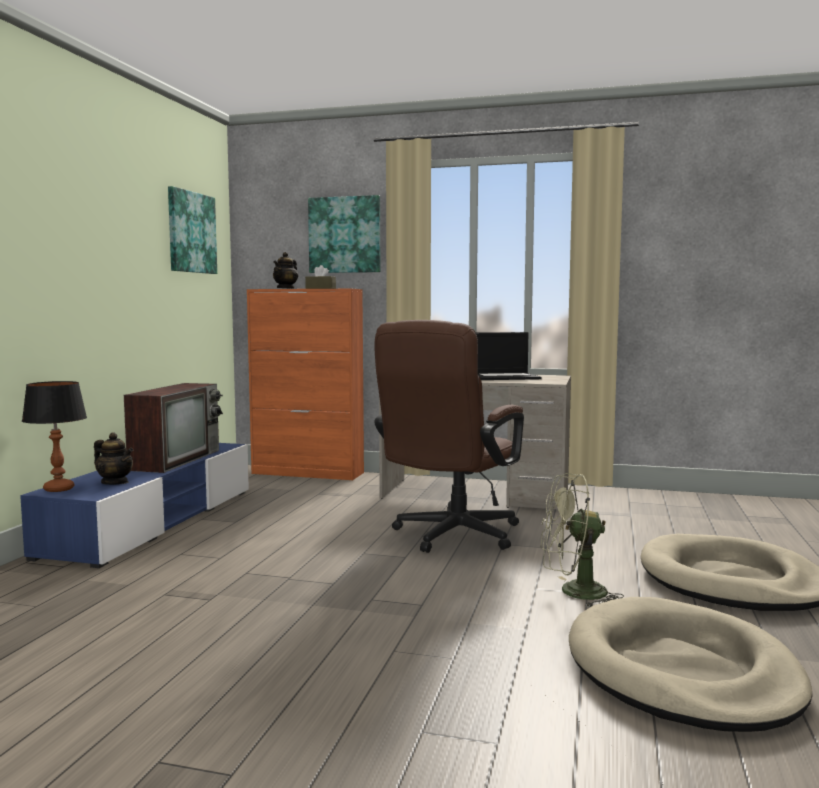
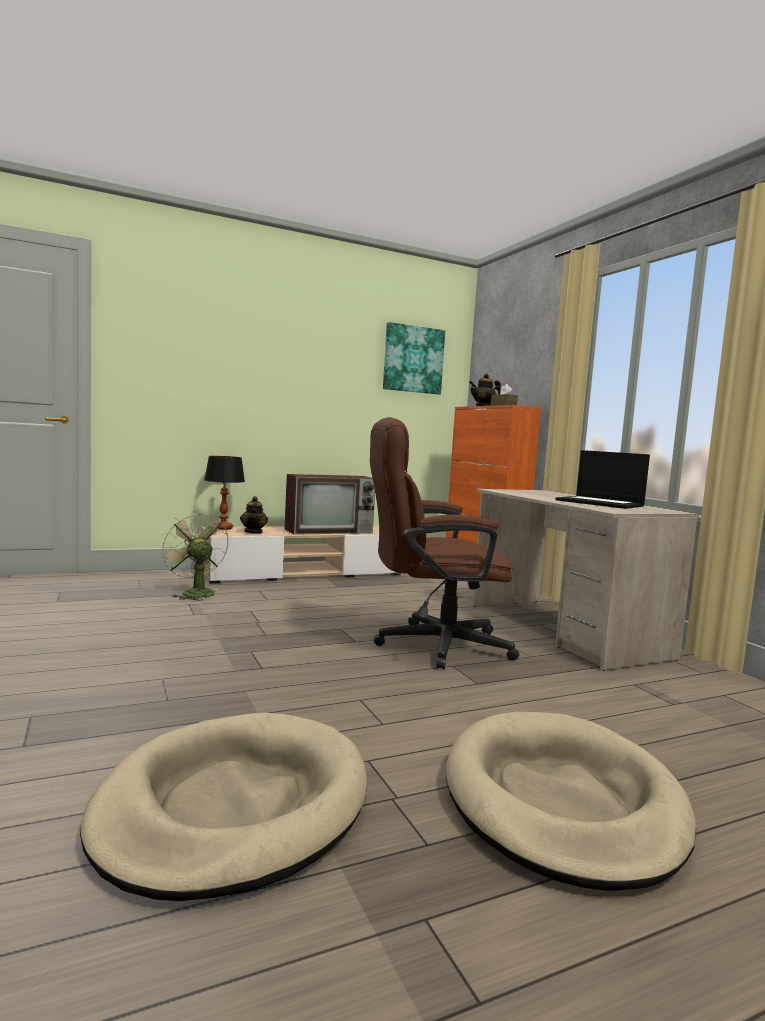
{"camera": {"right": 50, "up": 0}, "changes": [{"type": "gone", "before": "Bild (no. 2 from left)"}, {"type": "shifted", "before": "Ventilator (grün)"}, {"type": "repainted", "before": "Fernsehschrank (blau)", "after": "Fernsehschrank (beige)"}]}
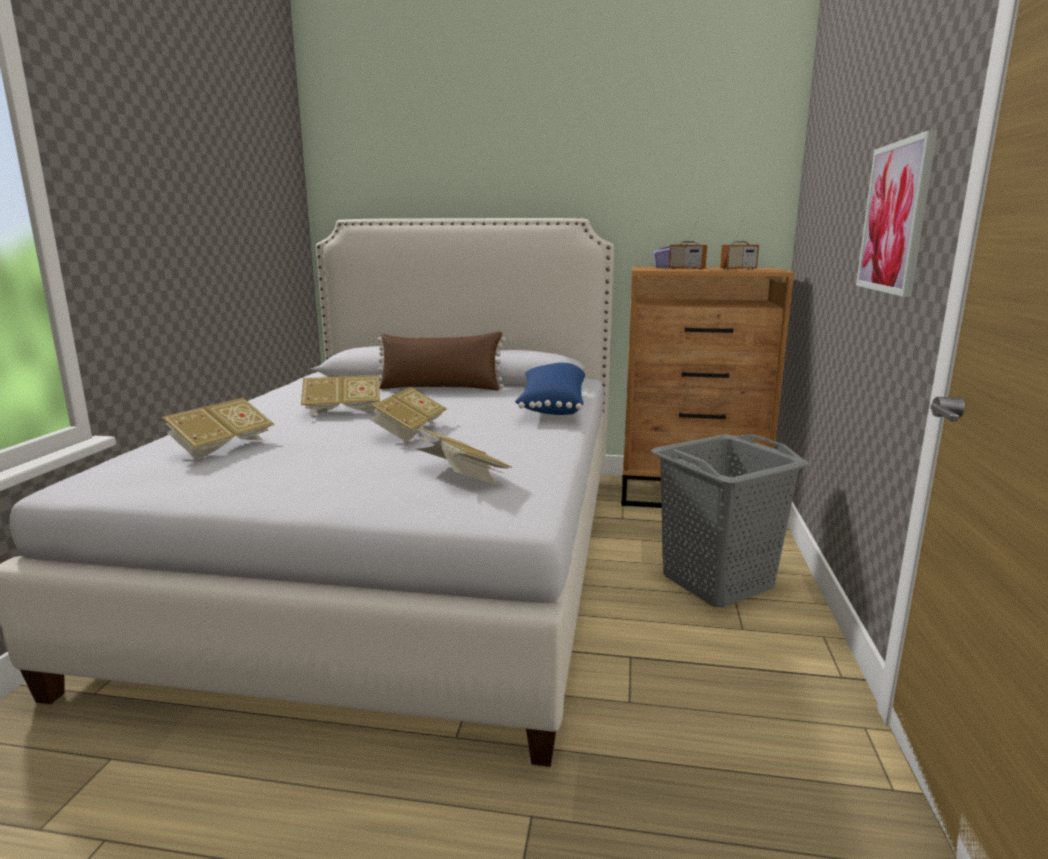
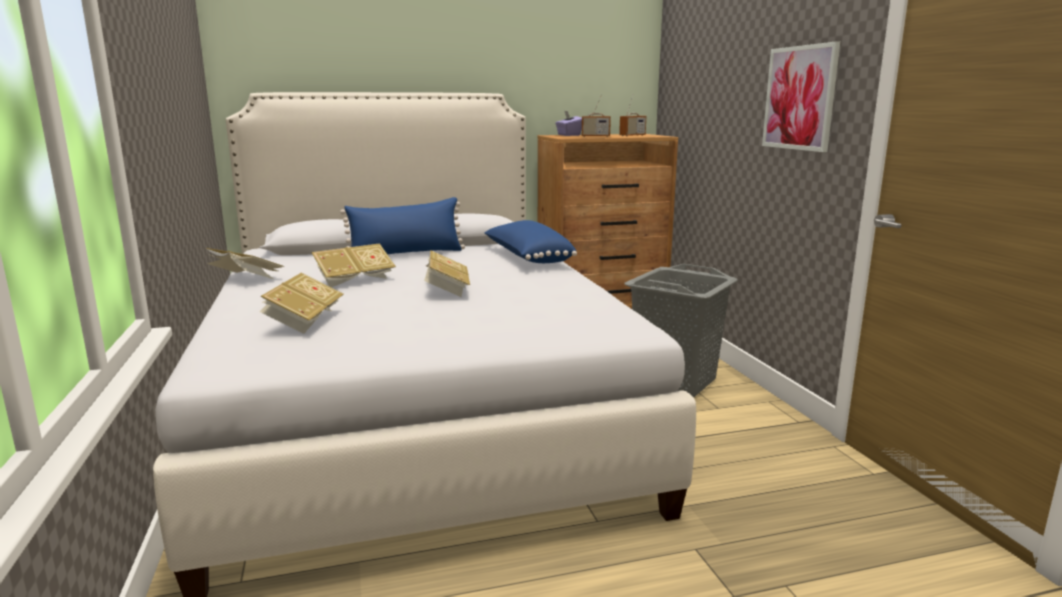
{"camera": {"right": -25, "up": 0}, "changes": [{"type": "shifted", "before": "Buch (no. 4 from left in the first image)", "after": "Buch (no. 1 from left)"}, {"type": "repainted", "before": "Kissen (braun)", "after": "Kissen (blau) (no. 1 from left)"}]}
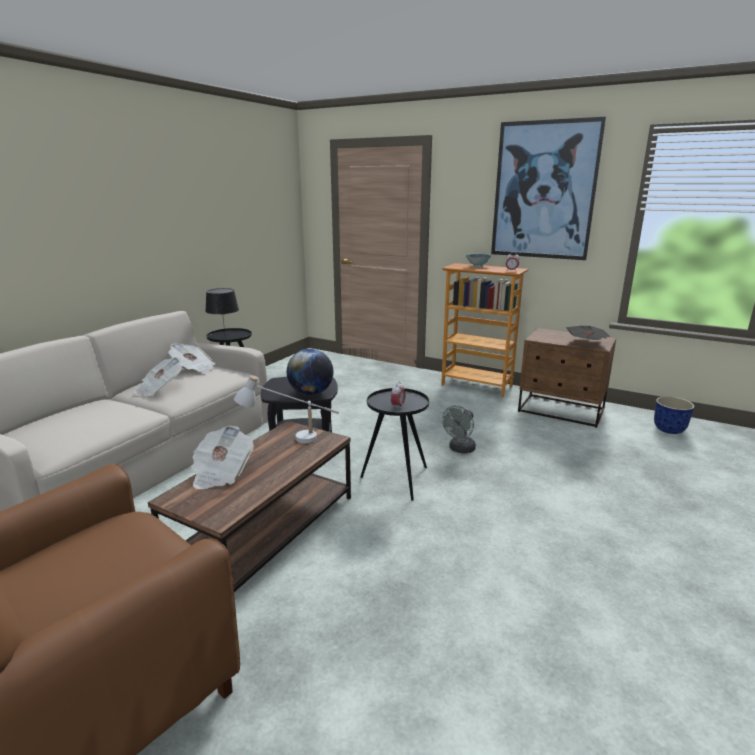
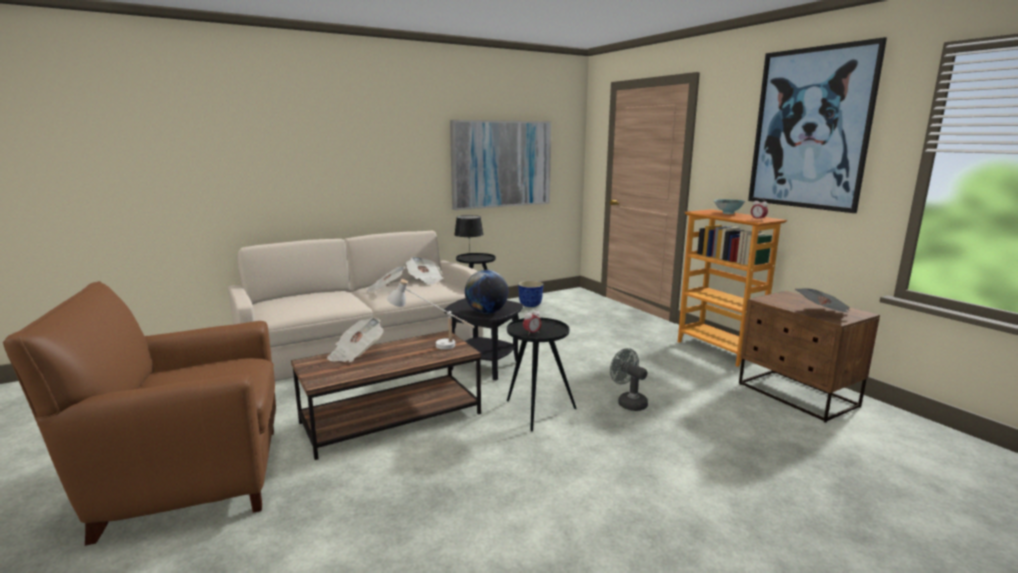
{"camera": {"right": 30, "up": -5}, "changes": [{"type": "new", "after": "Bild (no. 1 from left)"}, {"type": "shifted", "before": "Pflanzkübel"}, {"type": "rotated", "before": "Ventilator (grau)", "turn": 75}]}
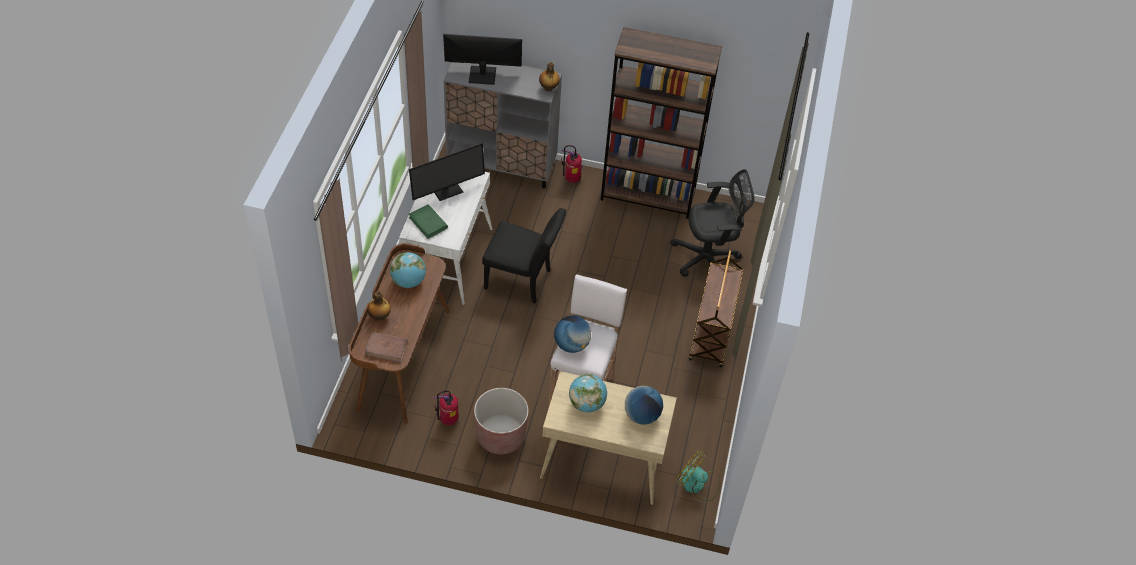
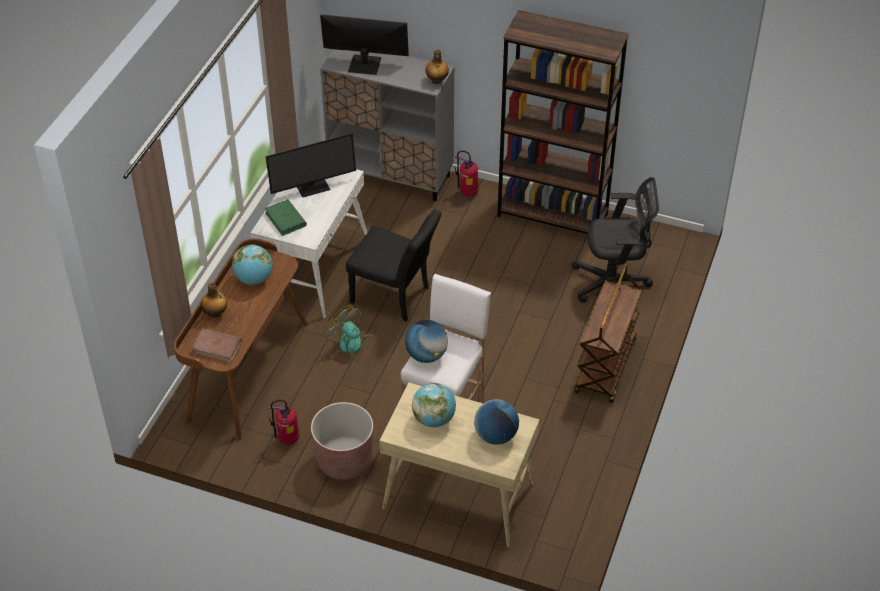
{"camera": {"right": 10, "up": -5}, "changes": [{"type": "shifted", "before": "Ventilator"}]}
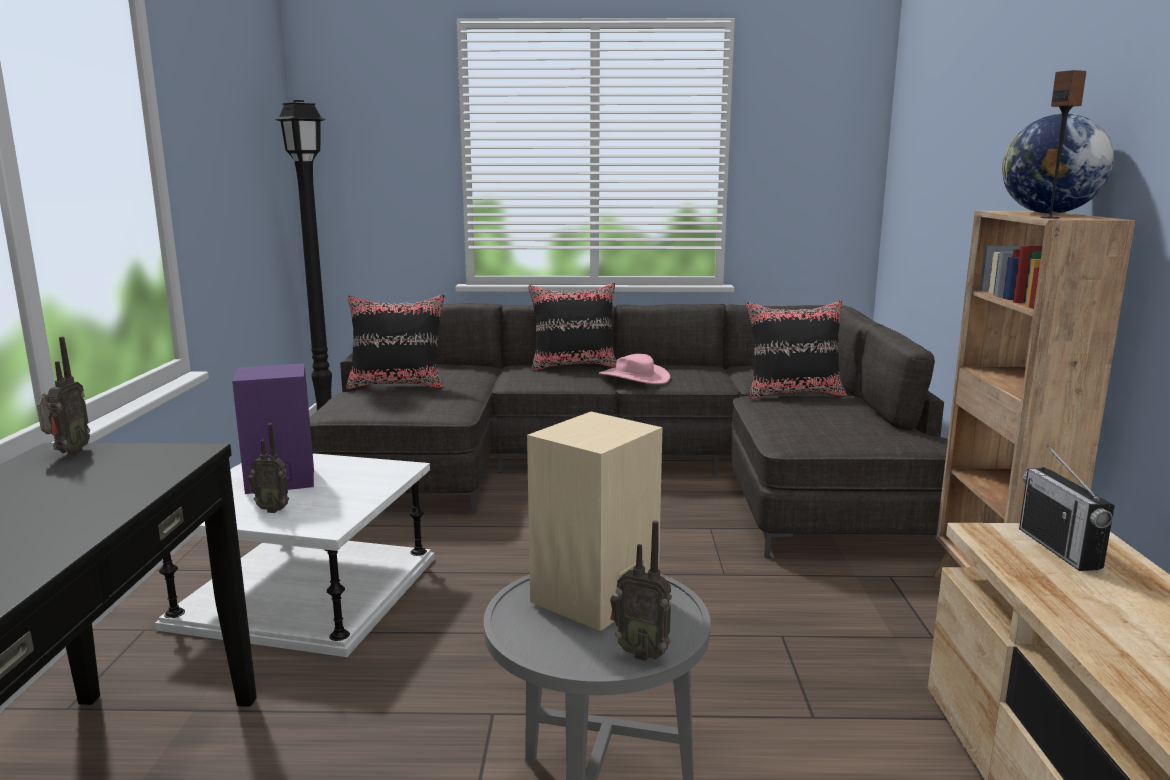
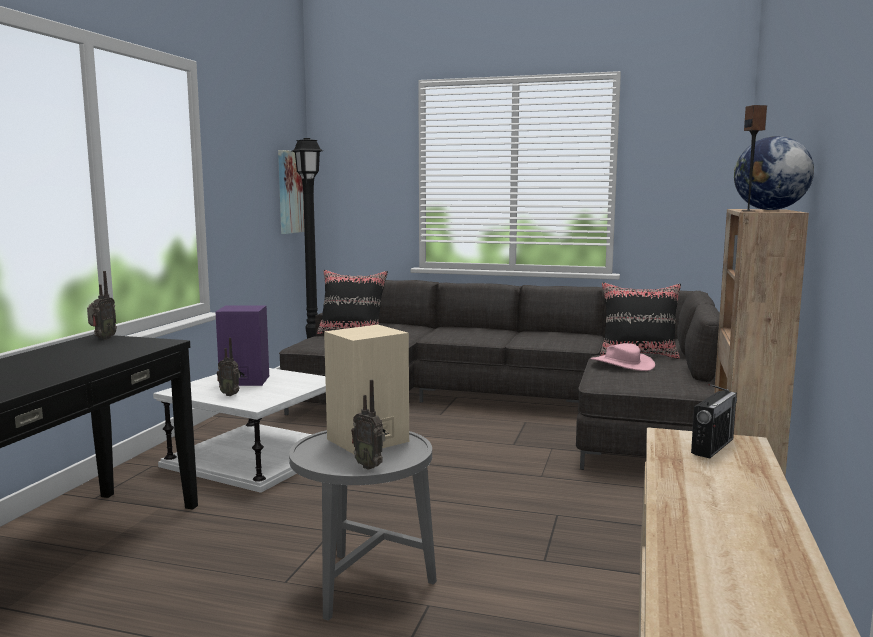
{"camera": {"right": 15, "up": -5}, "changes": [{"type": "gone", "before": "Kissen (schwarz) (no. 2 from left)"}, {"type": "new", "after": "Bild"}, {"type": "shifted", "before": "Hut (rosa)"}, {"type": "rotated", "before": "Radio (no. 4 from left)", "turn": -150}]}
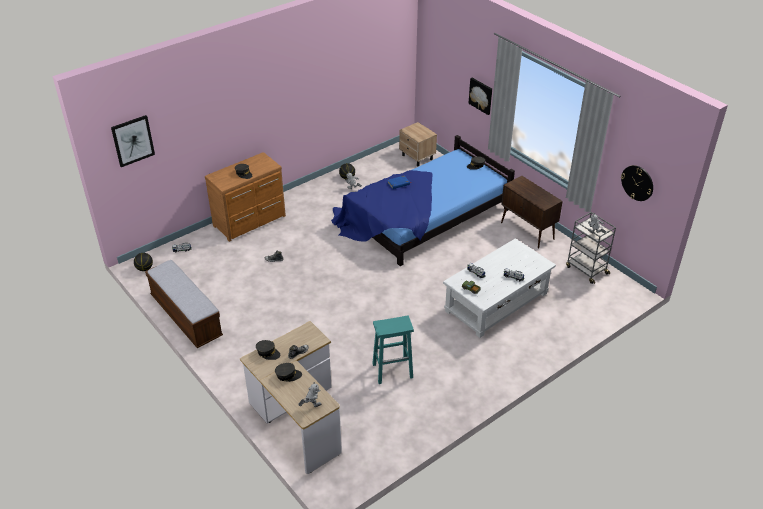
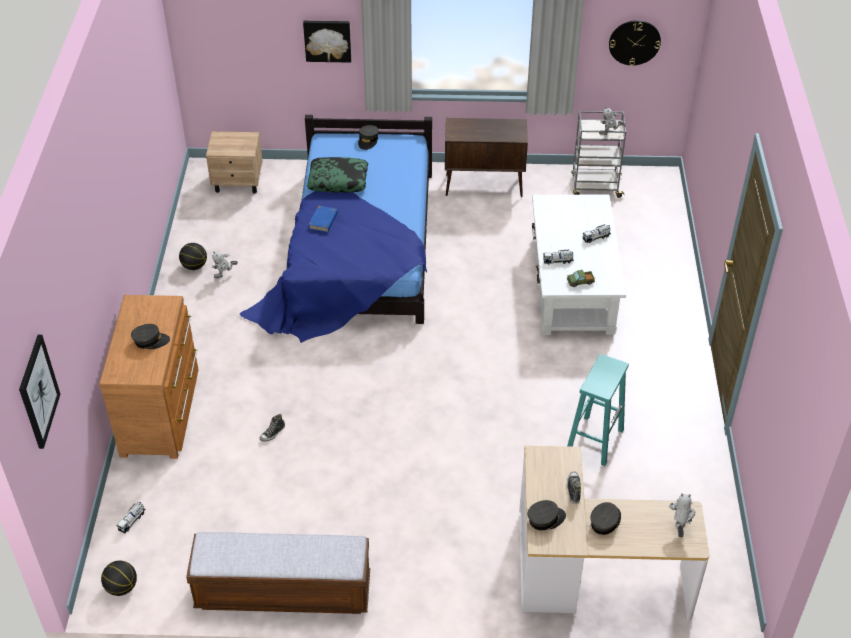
{"camera": {"right": -50, "up": 5}, "changes": [{"type": "new", "after": "Kissen"}]}
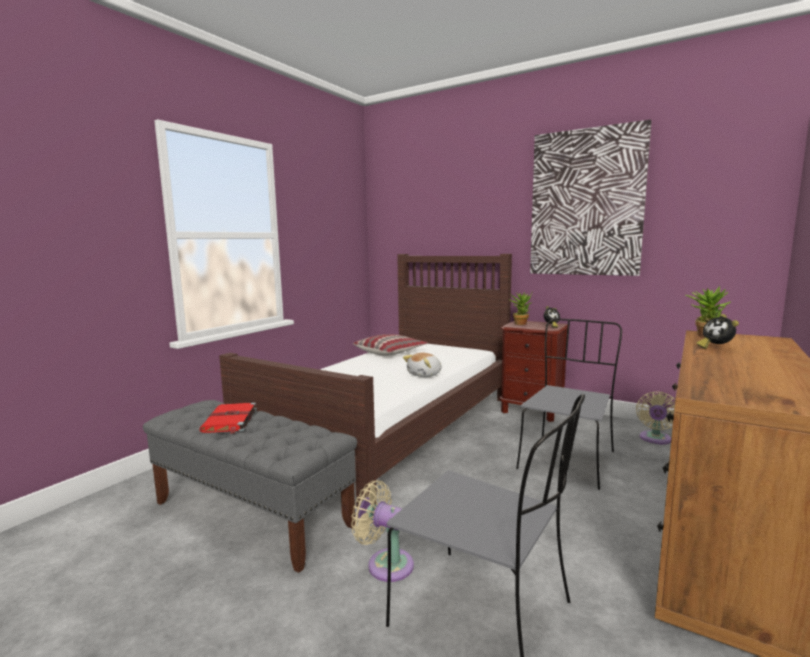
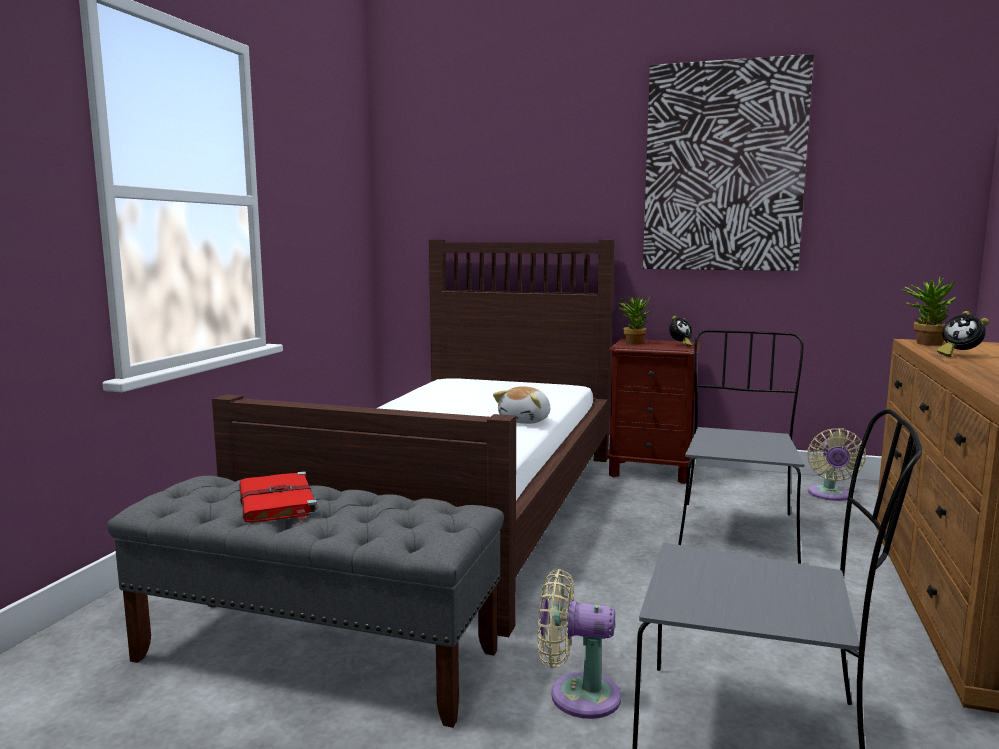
{"camera": {"right": -15, "up": 0}, "changes": [{"type": "gone", "before": "Kissen"}]}
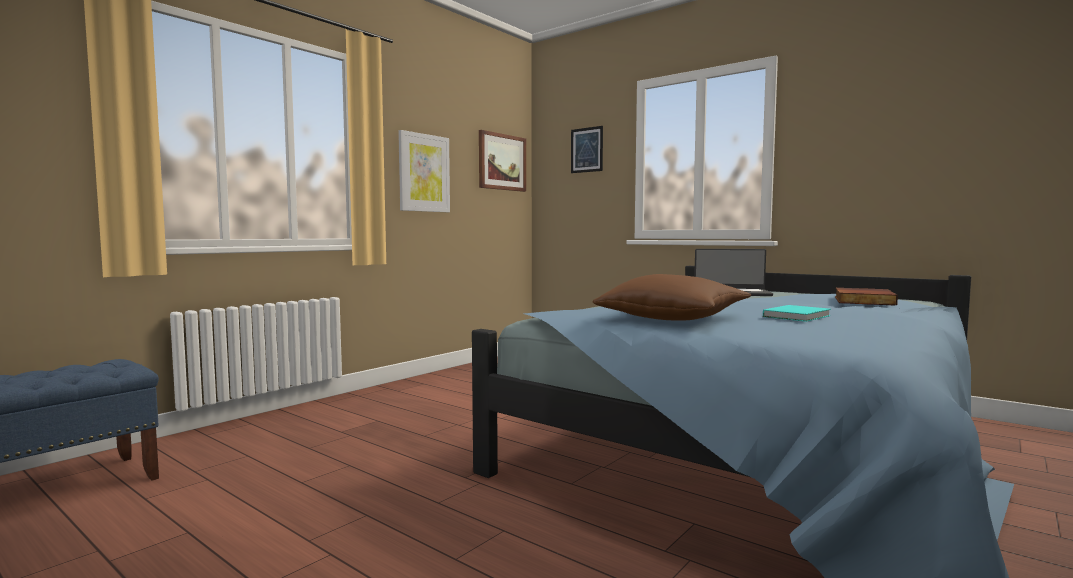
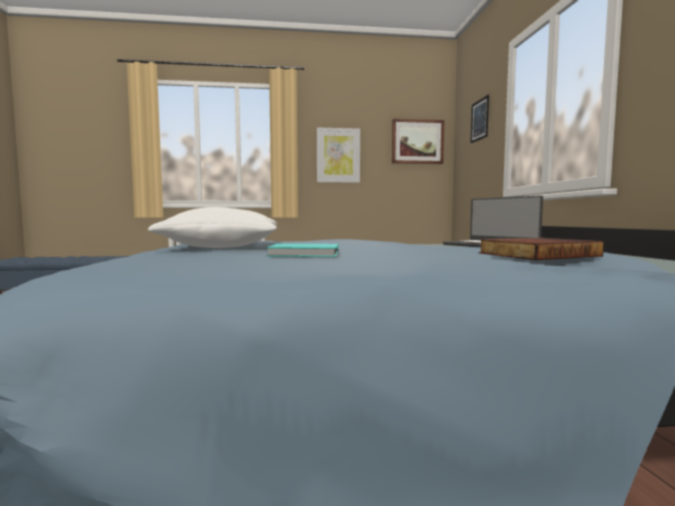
{"camera": {"right": 45, "up": 0}, "changes": [{"type": "repainted", "before": "Kissen (braun)", "after": "Kissen (weiß)"}]}
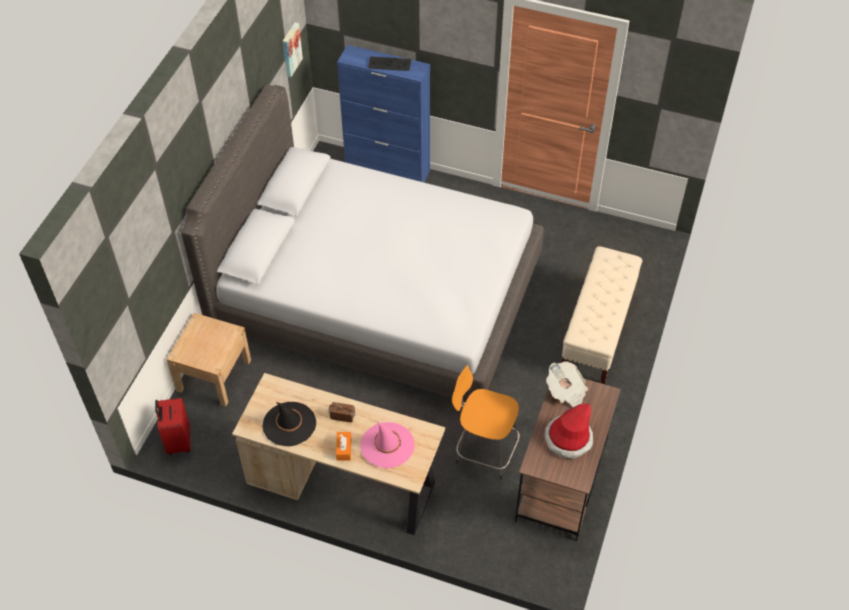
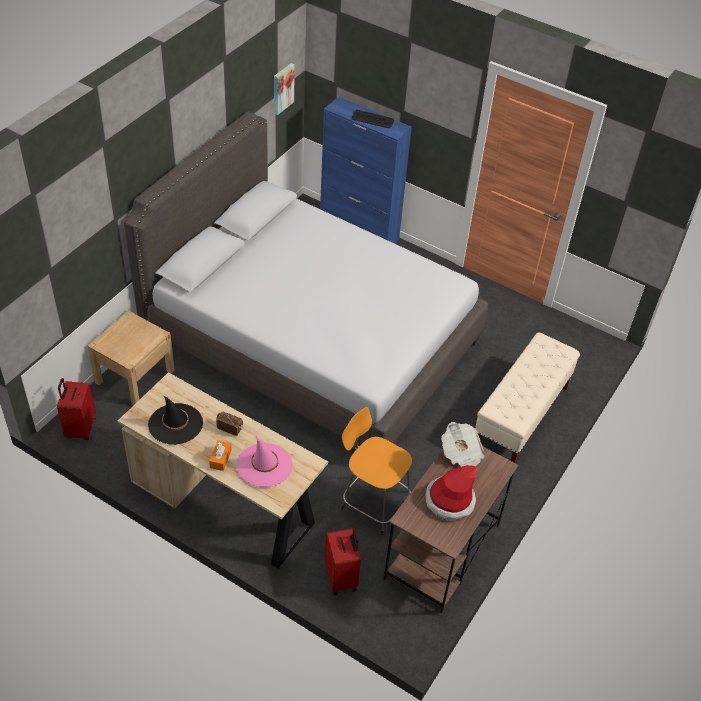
{"camera": {"right": 10, "up": -5}, "changes": [{"type": "new", "after": "Koffer (rot) (no. 2 from left)"}]}
